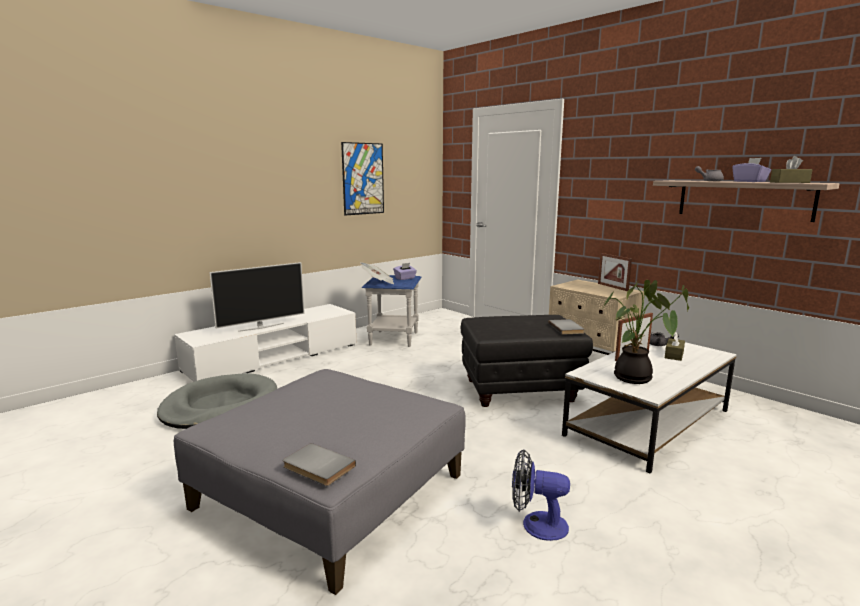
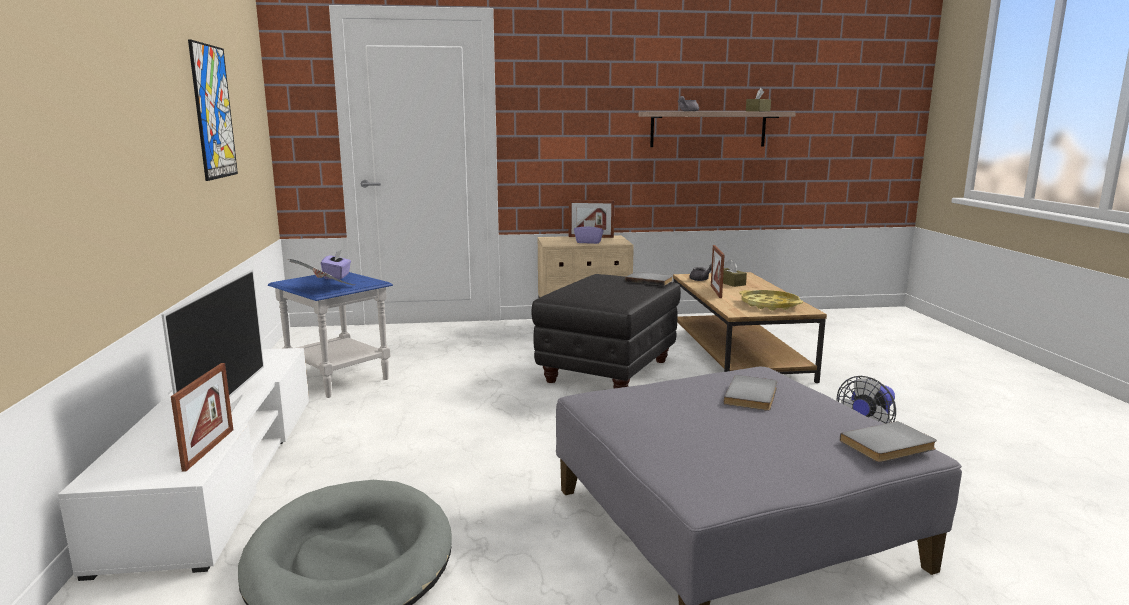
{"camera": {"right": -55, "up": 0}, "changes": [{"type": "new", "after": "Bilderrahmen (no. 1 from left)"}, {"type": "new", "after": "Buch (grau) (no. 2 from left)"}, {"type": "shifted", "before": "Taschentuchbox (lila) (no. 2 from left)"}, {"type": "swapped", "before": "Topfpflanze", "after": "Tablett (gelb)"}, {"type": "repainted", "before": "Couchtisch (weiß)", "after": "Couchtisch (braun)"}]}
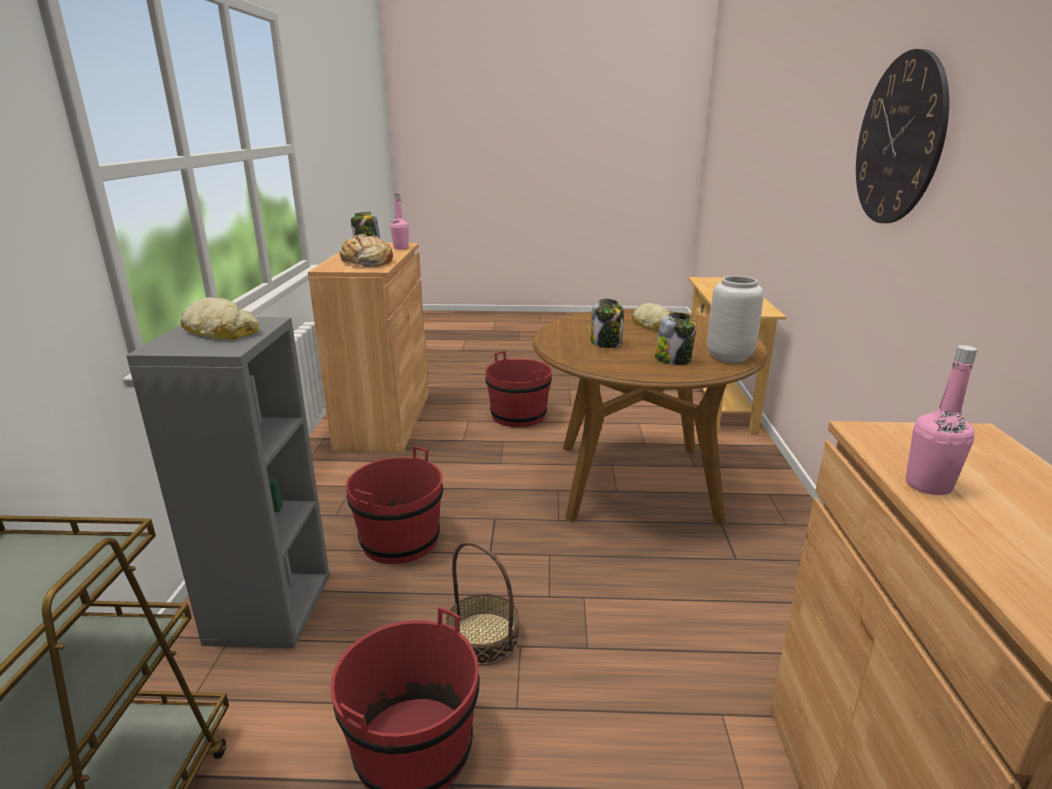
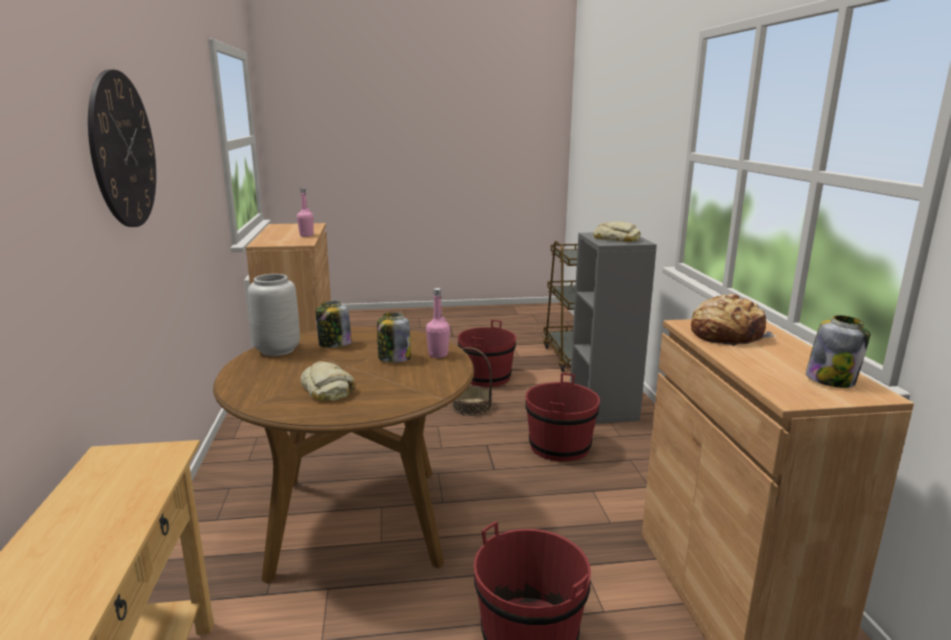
{"camera": {"right": 170, "up": -5}, "changes": [{"type": "shifted", "before": "Flasche (rosa) (no. 1 from left in the first image)", "after": "Flasche (rosa) (no. 2 from left)"}]}
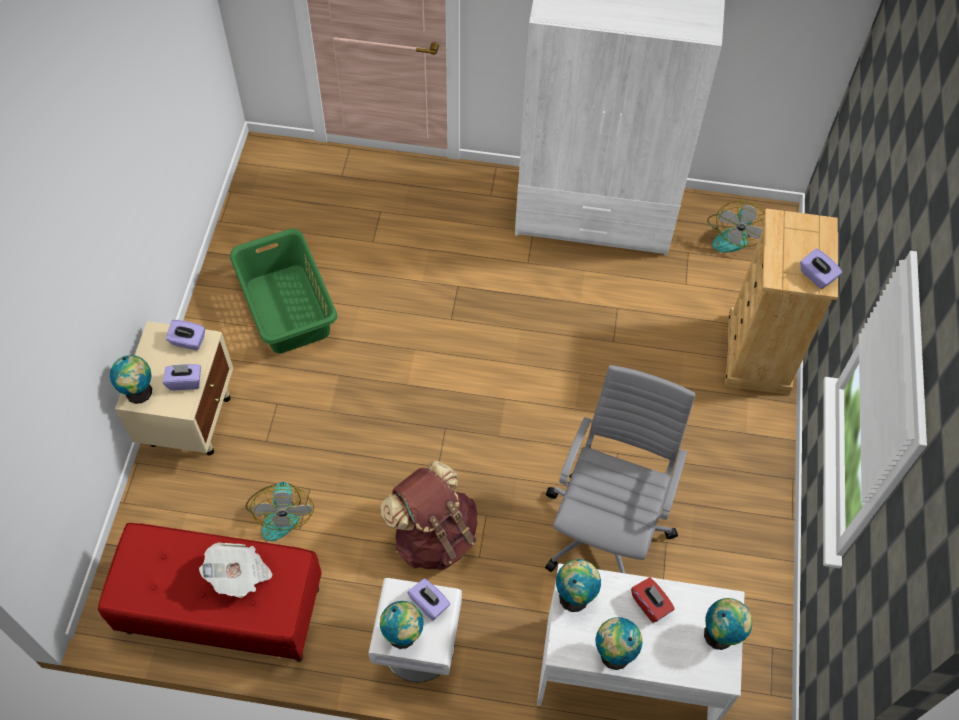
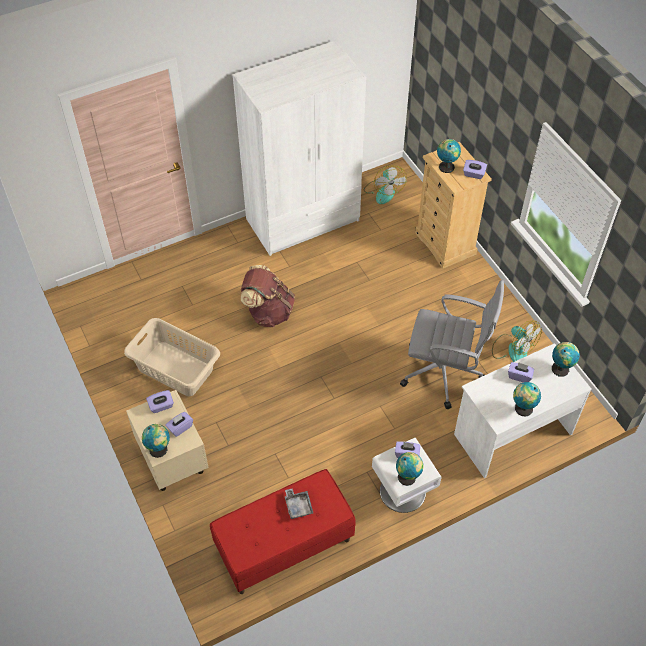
{"camera": {"right": -35, "up": -5}, "changes": [{"type": "shifted", "before": "Ventilator (no. 1 from left in the first image)", "after": "Ventilator (no. 2 from left)"}, {"type": "shifted", "before": "Rucksack (braun)"}, {"type": "shifted", "before": "Globus (no. 3 from left)"}, {"type": "swapped", "before": "Zeitung", "after": "Tablett (grau)"}, {"type": "repainted", "before": "Wäschekorb (grün)", "after": "Wäschekorb (beige)"}, {"type": "repainted", "before": "Taschentuchbox (rot)", "after": "Taschentuchbox (lila) (no. 5 from left)"}, {"type": "rotated", "before": "Bürostuhl (grau)", "turn": 120}]}
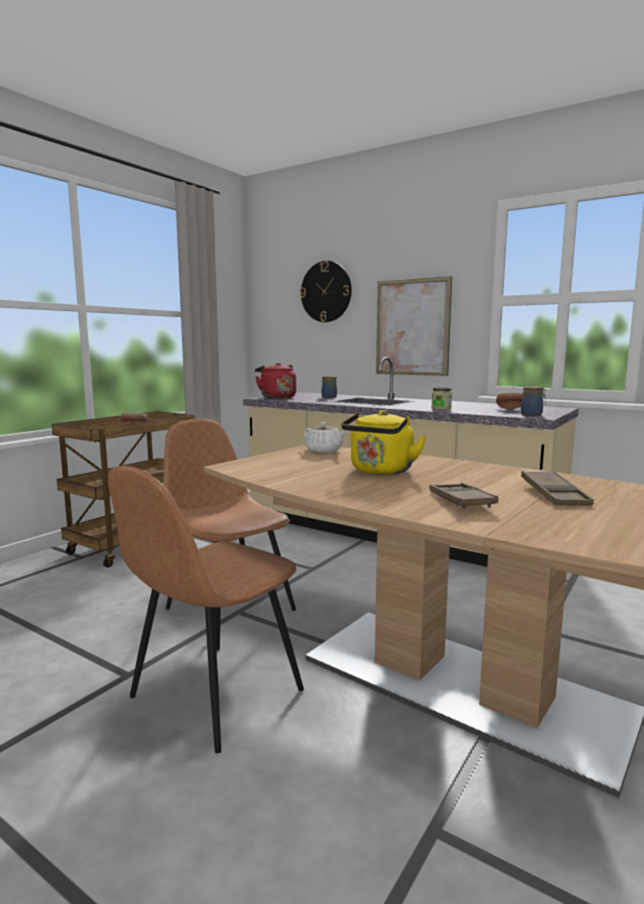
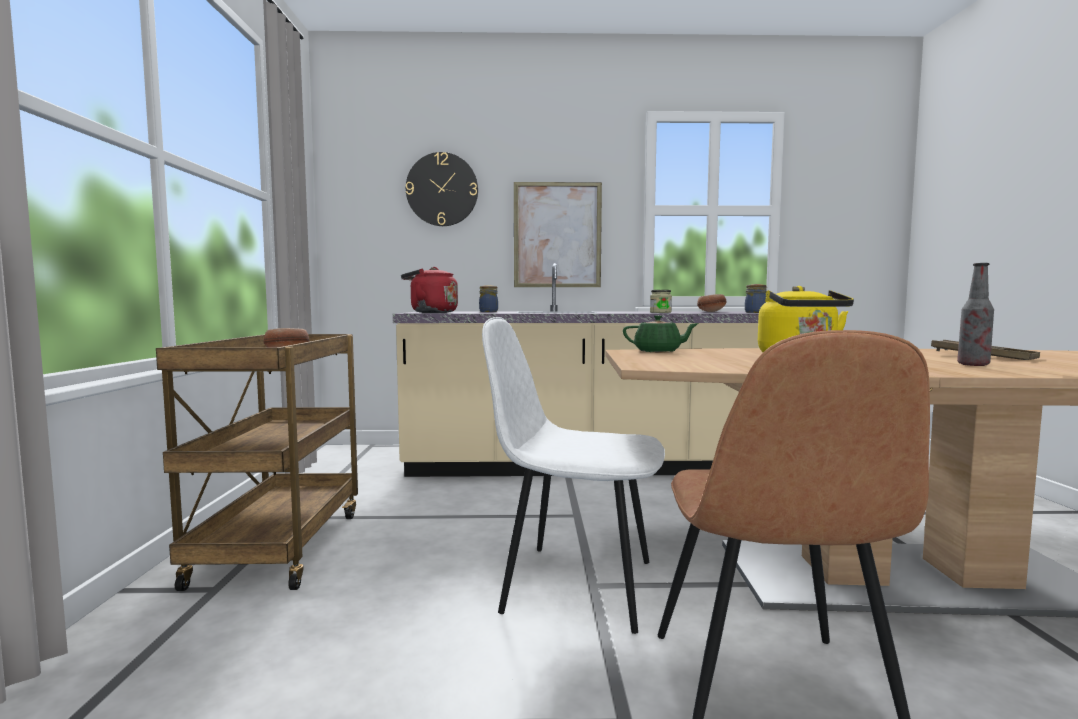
{"camera": {"right": -35, "up": -5}, "changes": [{"type": "swapped", "before": "Tablett (braun) (no. 1 from left)", "after": "Flasche"}, {"type": "repainted", "before": "Stuhl (braun) (no. 2 from left)", "after": "Stuhl (weiß)"}, {"type": "repainted", "before": "Teekanne (weiß)", "after": "Teekanne (grün)"}]}
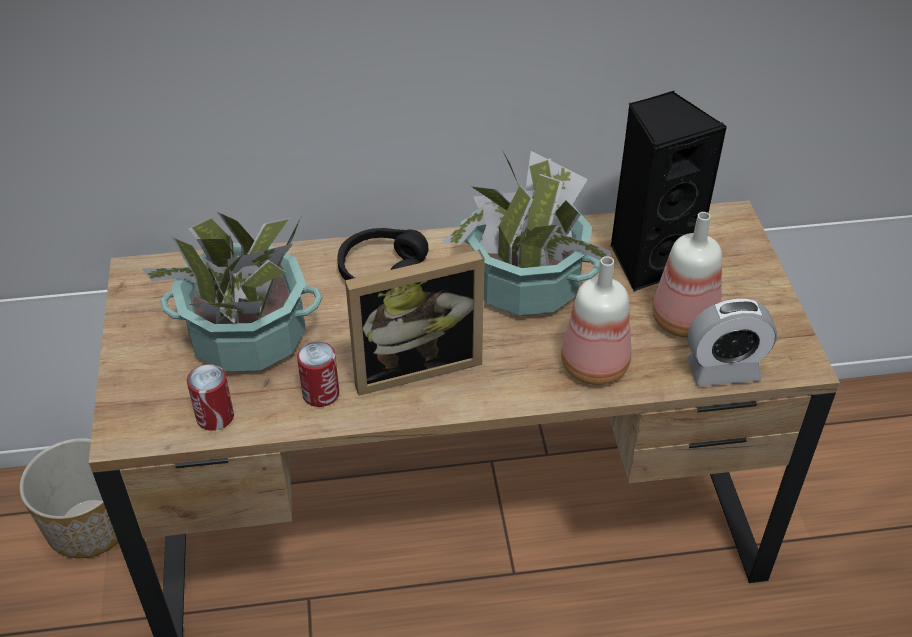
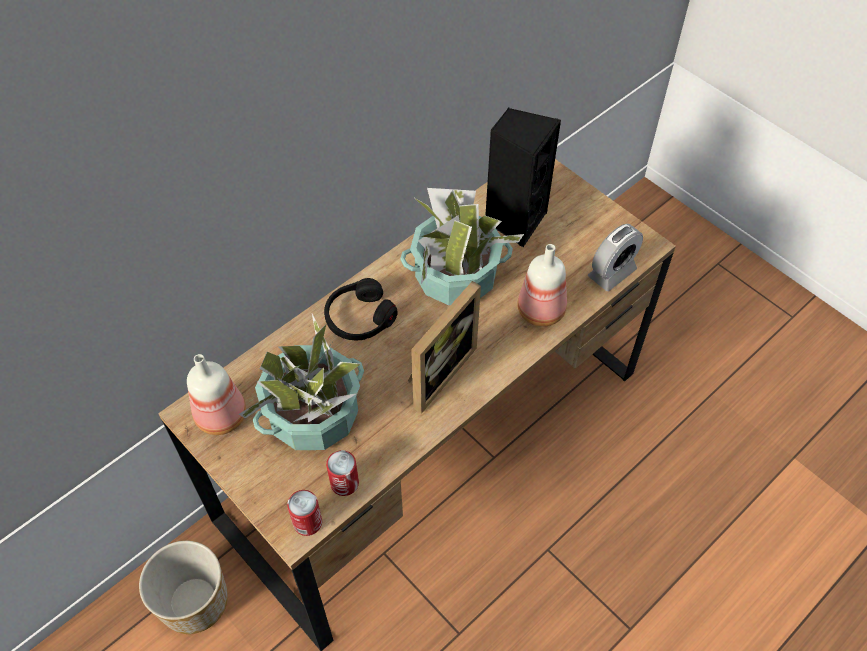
{"camera": {"right": -35, "up": 10}, "changes": [{"type": "shifted", "before": "Dose (no. 2 from left in the first image)", "after": "Dose (no. 1 from left)"}, {"type": "shifted", "before": "Flasche (no. 2 from left in the first image)", "after": "Flasche (no. 1 from left)"}]}
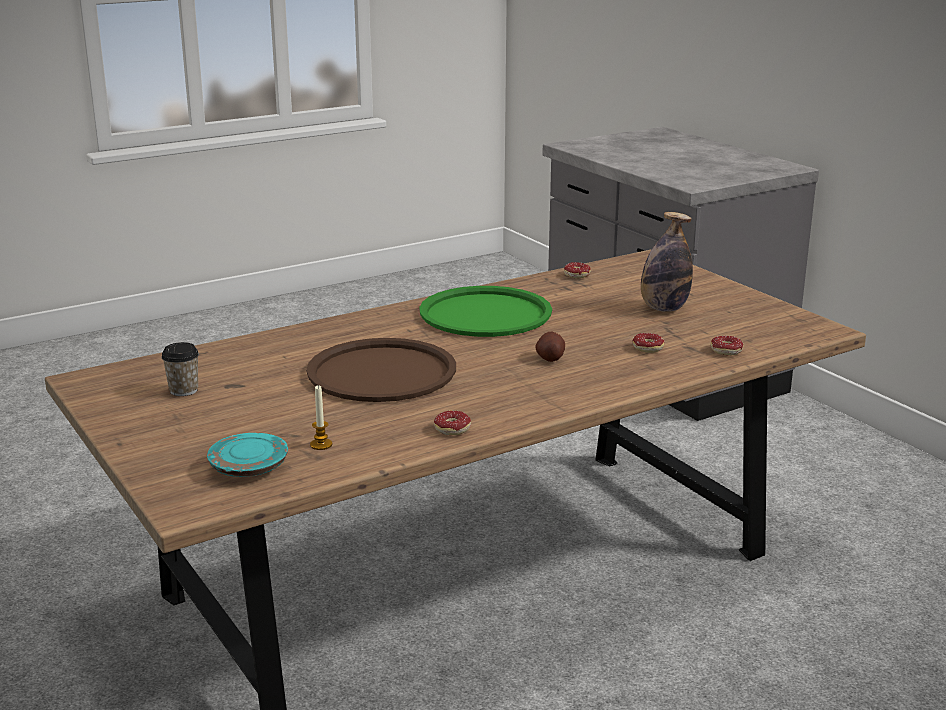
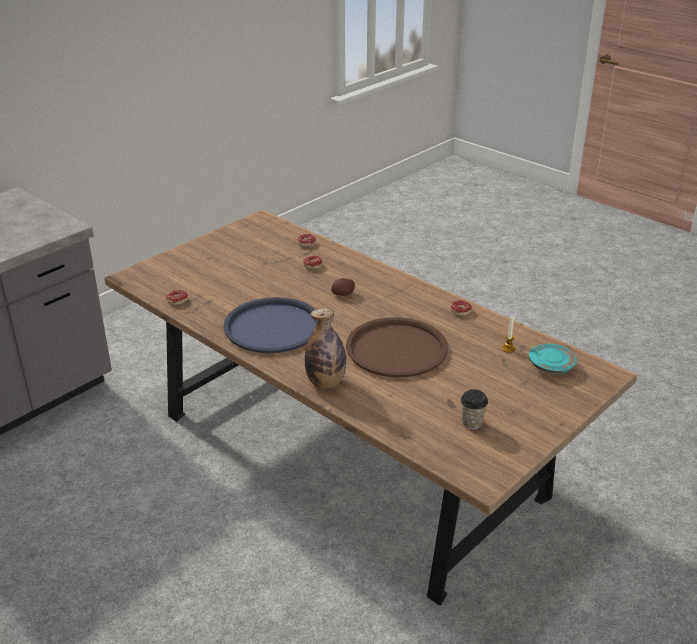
{"camera": {"right": -105, "up": 10}, "changes": [{"type": "shifted", "before": "Flasche"}, {"type": "repainted", "before": "Tablett (grün)", "after": "Tablett (blau)"}]}
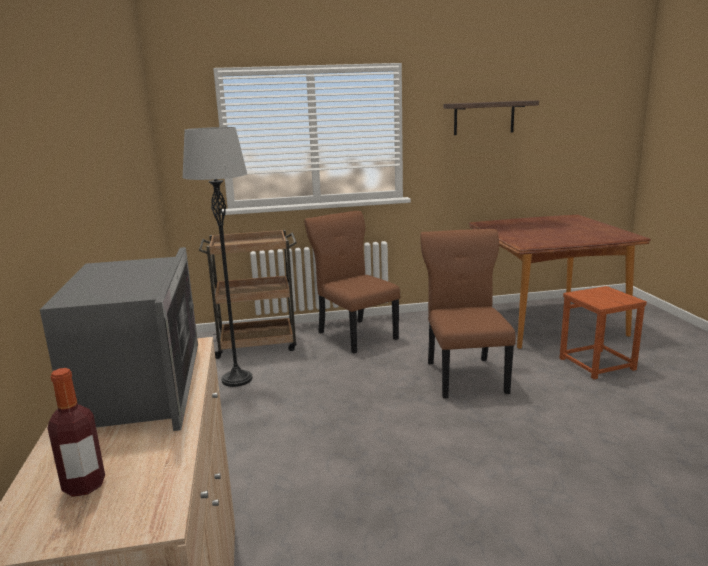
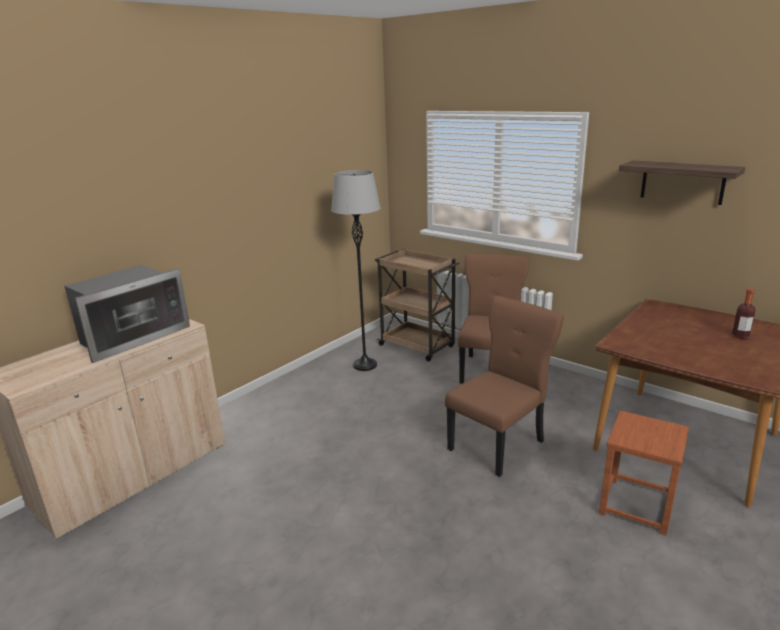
{"camera": {"right": 50, "up": 5}, "changes": [{"type": "shifted", "before": "Flasche"}]}
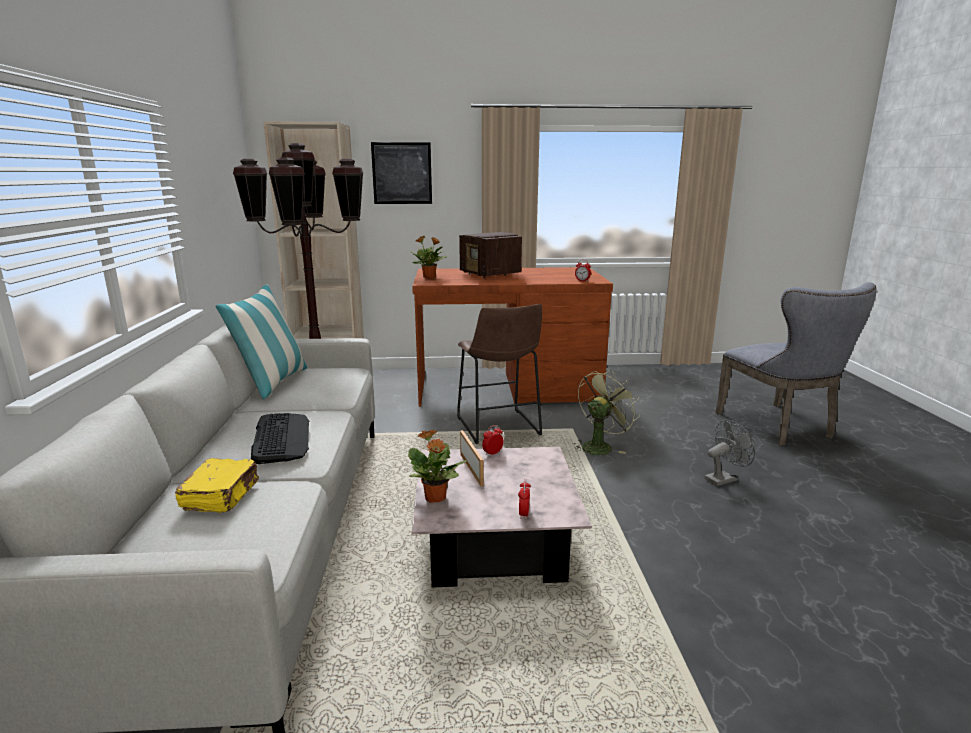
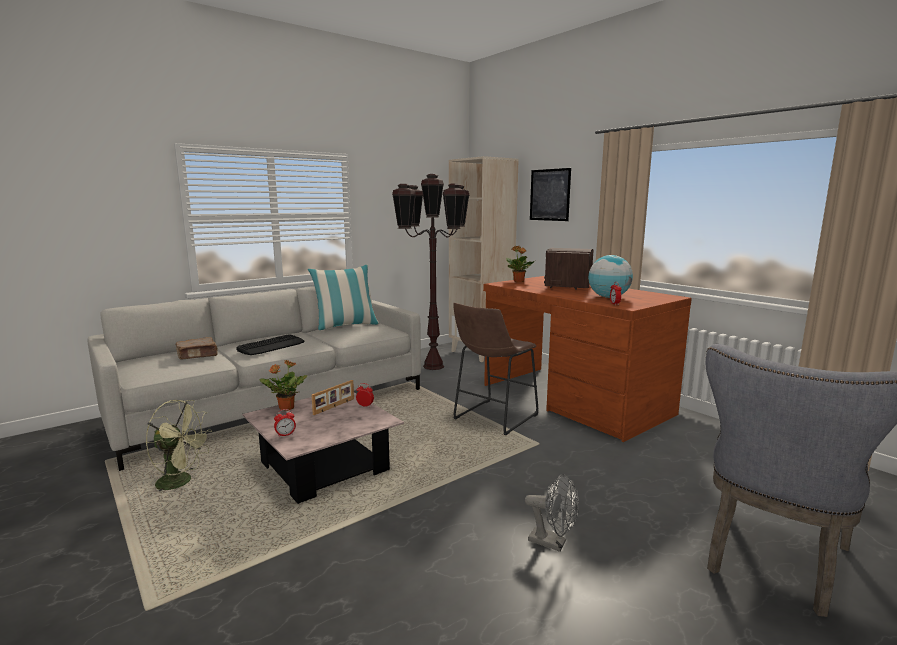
{"camera": {"right": 55, "up": -5}, "changes": [{"type": "new", "after": "Globus"}, {"type": "shifted", "before": "Ventilator (grün)"}, {"type": "repainted", "before": "Buch (gelb)", "after": "Buch (braun)"}]}
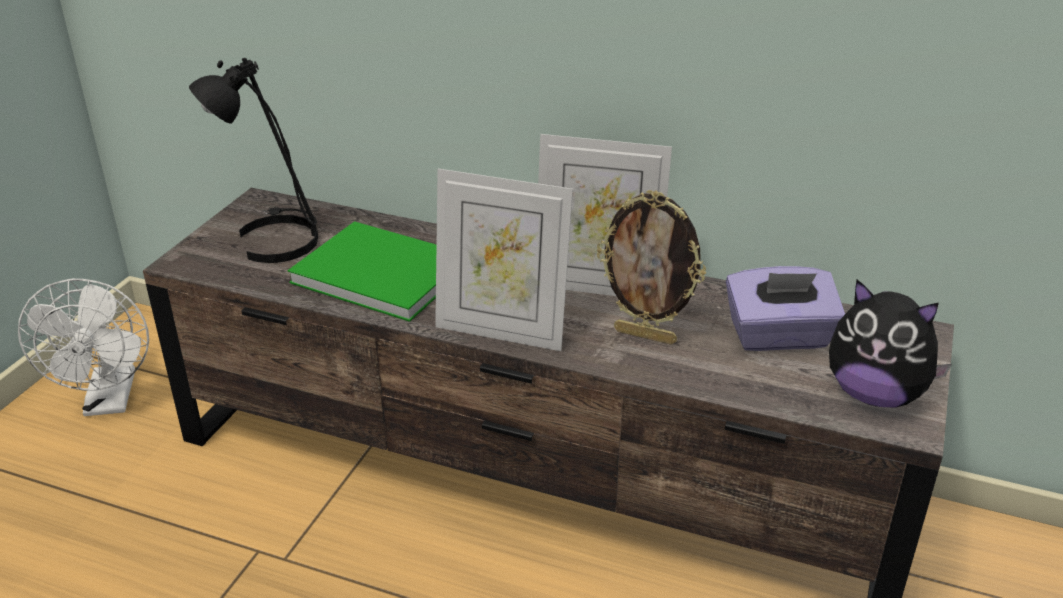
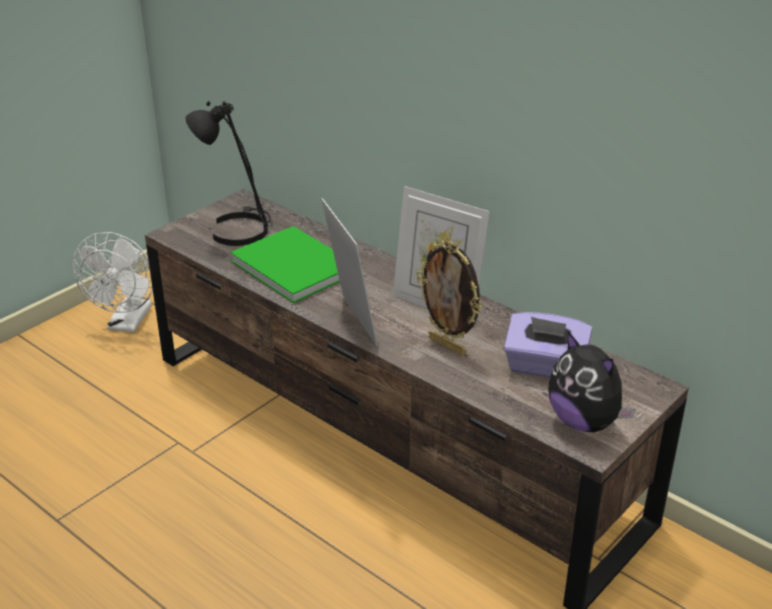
{"camera": {"right": 20, "up": 0}, "changes": [{"type": "rotated", "before": "Bilderrahmen (no. 1 from left)", "turn": -150}]}
